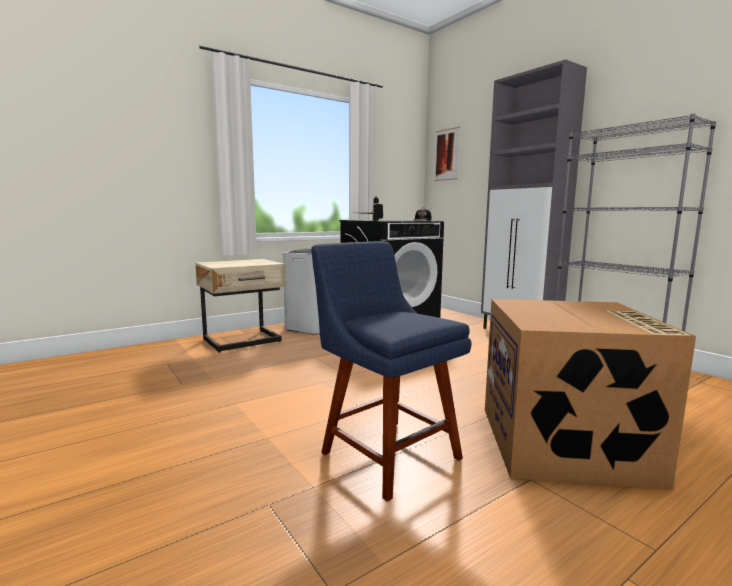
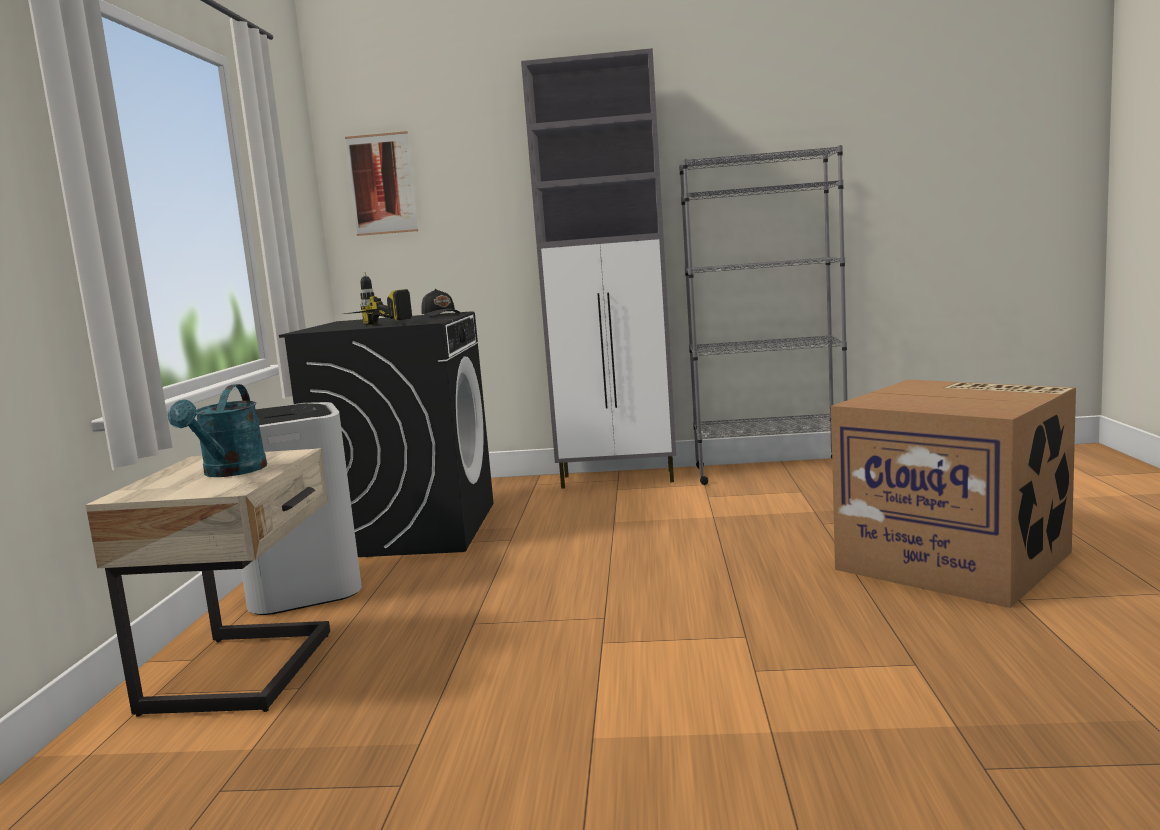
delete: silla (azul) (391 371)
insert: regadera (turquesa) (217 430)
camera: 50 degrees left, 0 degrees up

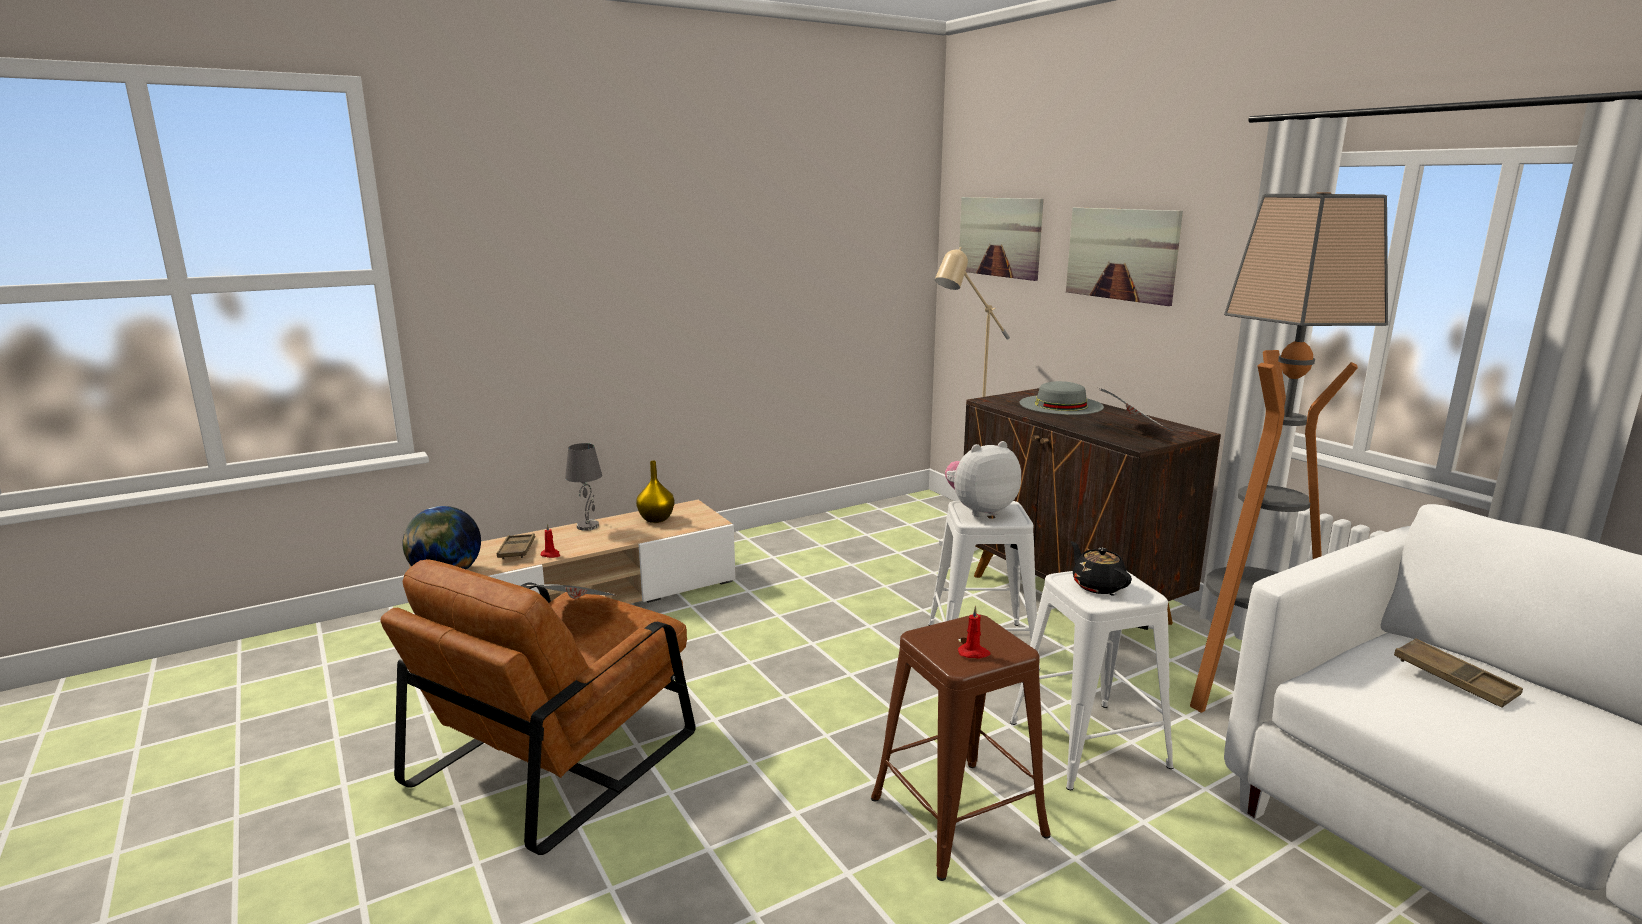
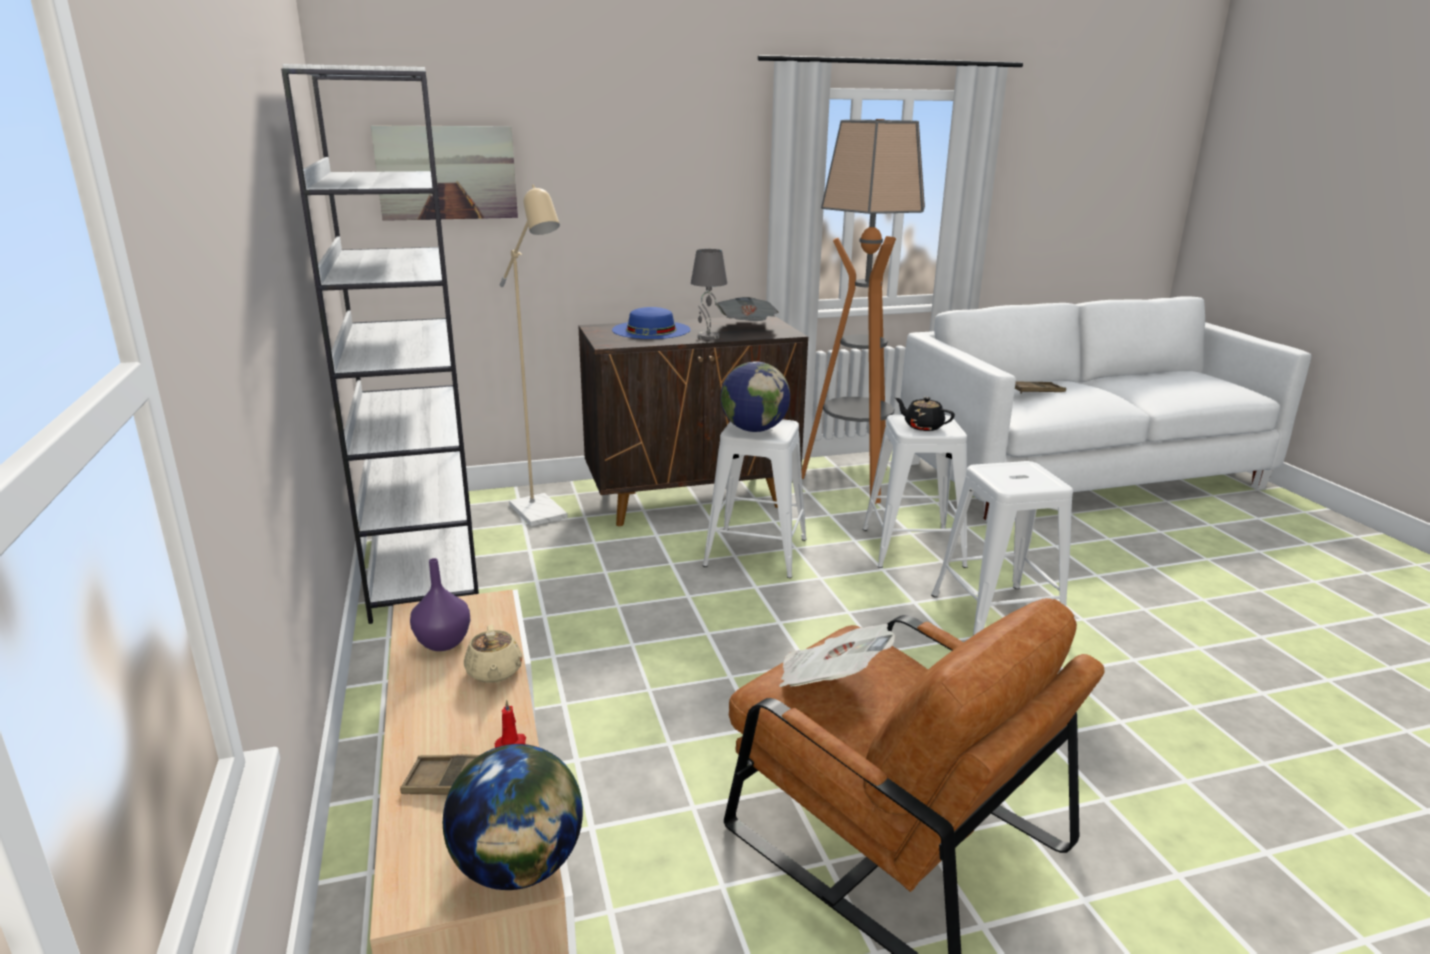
delete: cuadro (1124 256); vela (rojo) (974 632)
insert: estantería (blanco) (380 344); tetera (beis) (493 654)
move: lámpara de mesa (gris) (583 487) to (709 294)
replace: peluche (983 479) to globo terráqueo (755 396)
recolor: sombrero (gris) (1062 398) to sombrero (azul) (651 323); florero (amarillo) (655 492) to florero (morado) (440 604); taburete (marrón) (960 747) to taburete (blanco) (1002 548)
rotate: tetera (negro) (1101 567) = (925 414) 45 degrees clockwise
camera: 75 degrees left, 5 degrees up

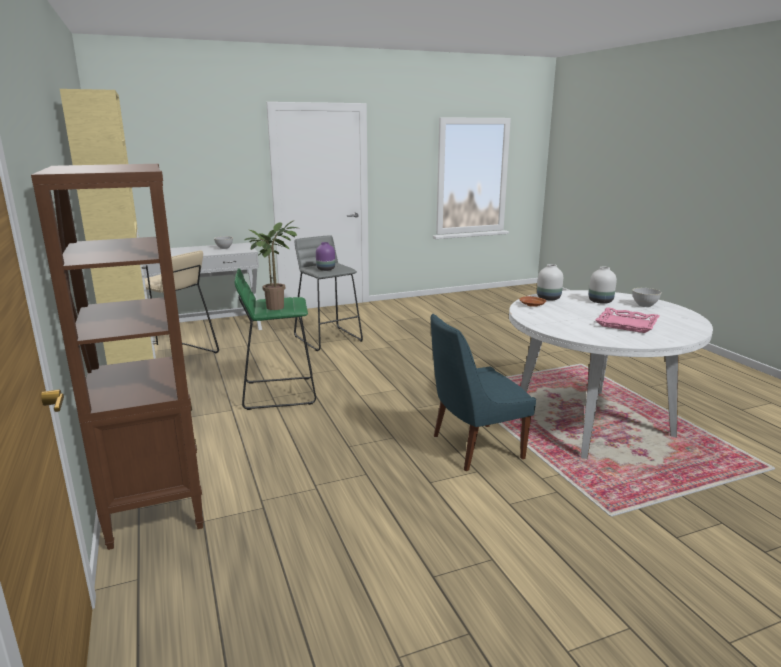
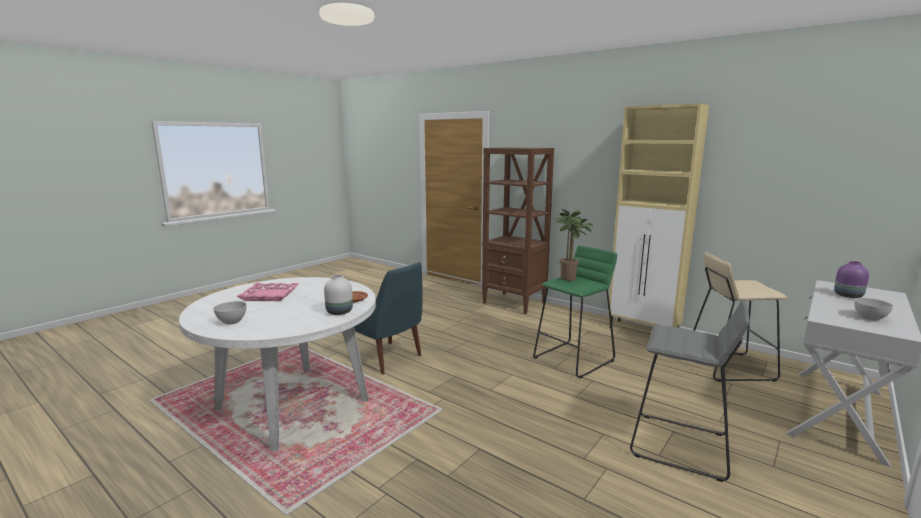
delete: florero (blanco) (603 285)
move: florero (morado) (325 256) to (851 279)
rotate: silla (azul) (483 392) = (388 318) 90 degrees clockwise
camera: 150 degrees right, 5 degrees down

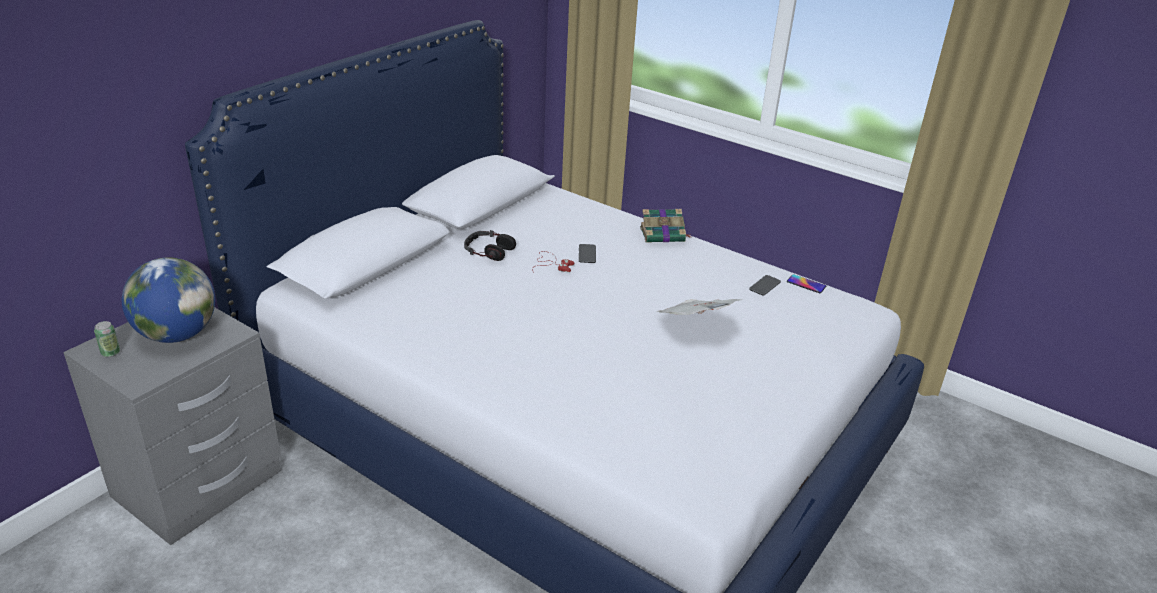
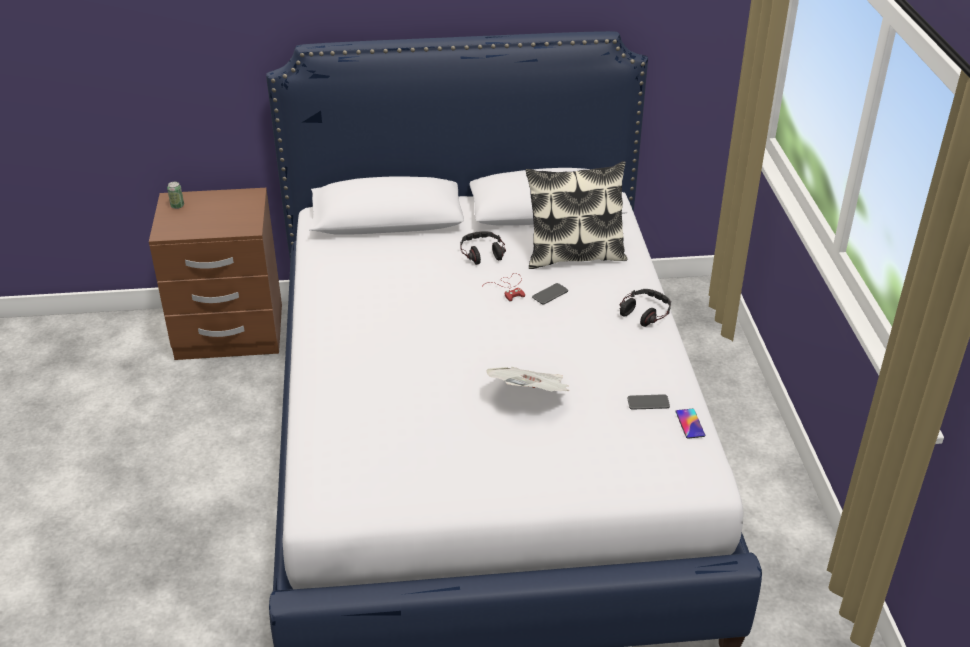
delete: globo terráqueo (168 300)
insert: cojín (576 215)
replace: libro (665 226) to auriculares (645 308)
recolor: mesita de noche (gris) (172 426) to mesita de noche (marrón) (215 274)
camera: 50 degrees right, 5 degrees up

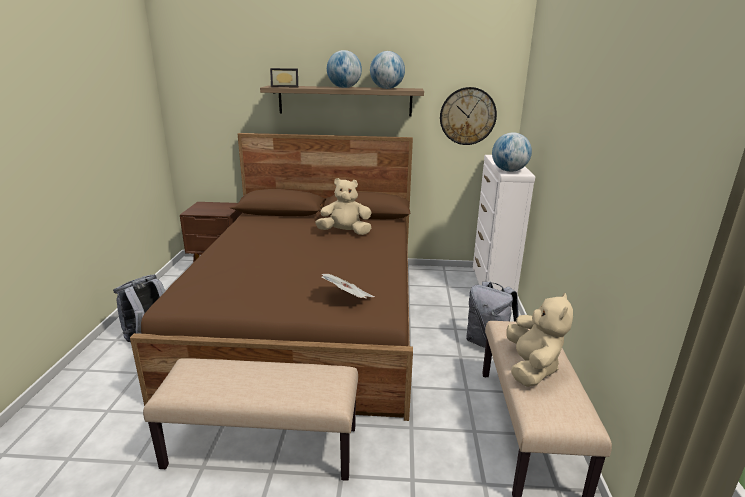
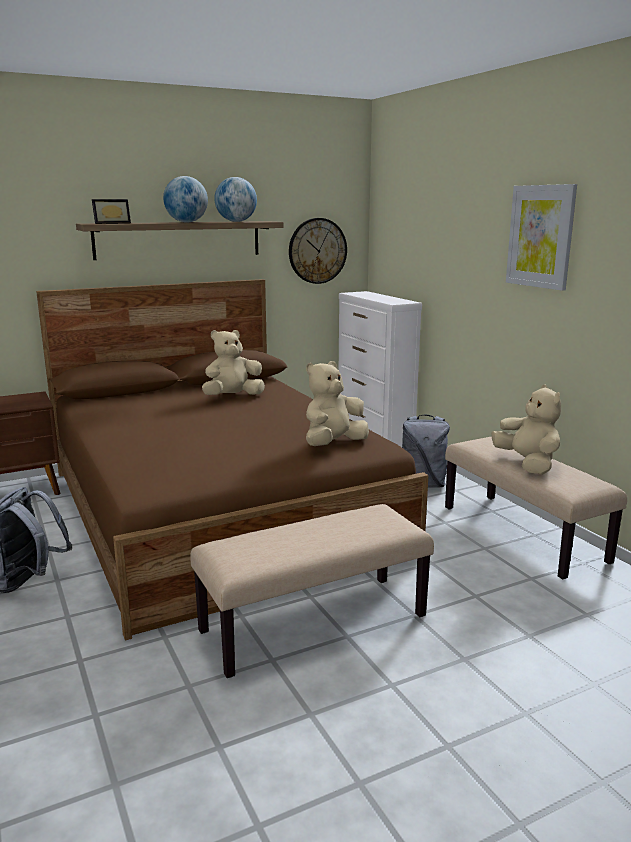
delete: globo terráqueo (512 152)
insert: cuadro (541 237)
replace: periódico (348 286) to peluche (beis) (337 403)
camera: 30 degrees left, 5 degrees down

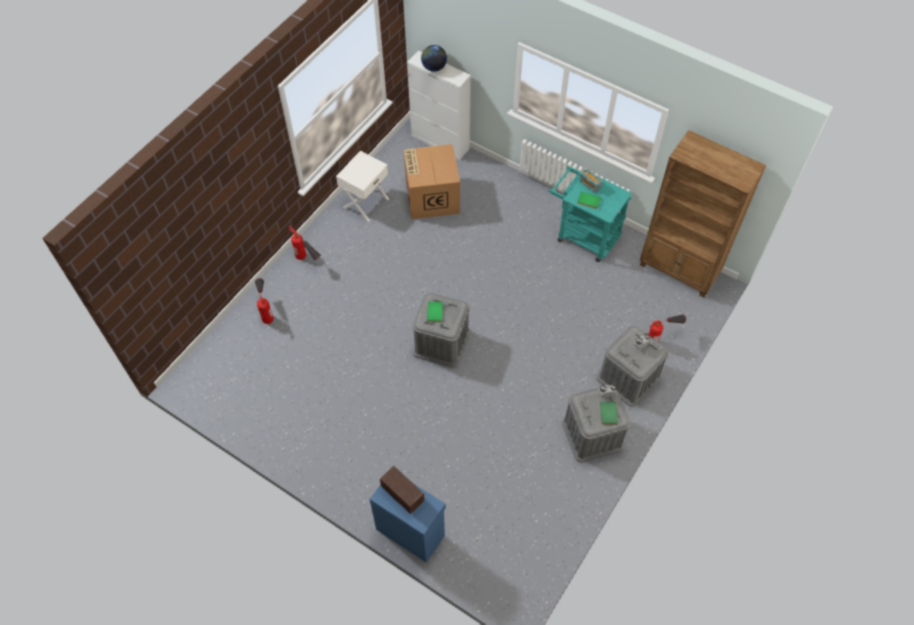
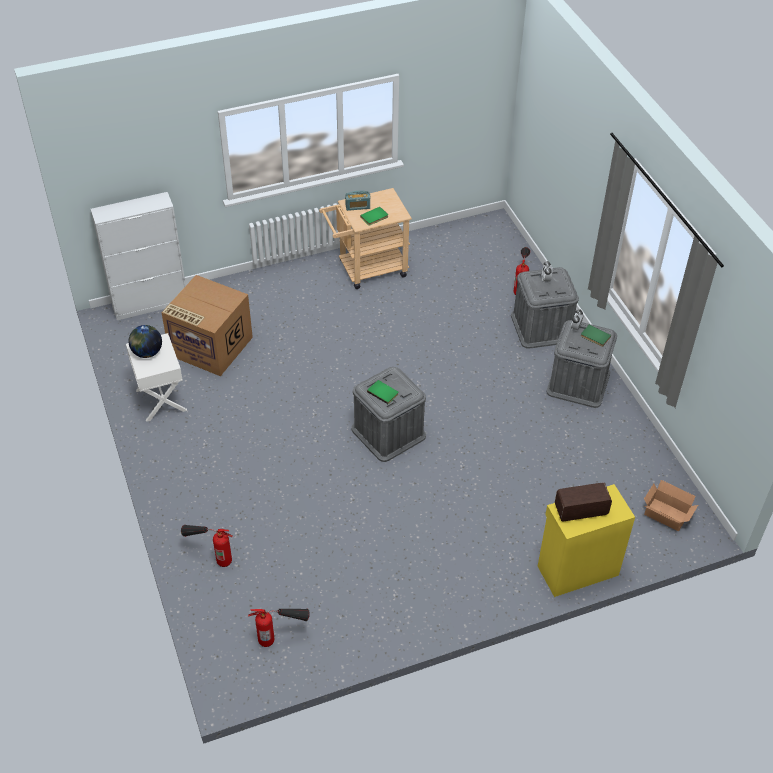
delete: estantería (marrón) (703 214)
insert: caja de cartón (671 505)
move: globo terráqueo (434 58) to (145 341); extintor (304 243) to (279 628)
recolor: carrito (turquesa) (590 214) to carrito (beis) (365 238); armario (azul) (407 523) to armario (amarillo) (586 540)
camera: 55 degrees left, 10 degrees down

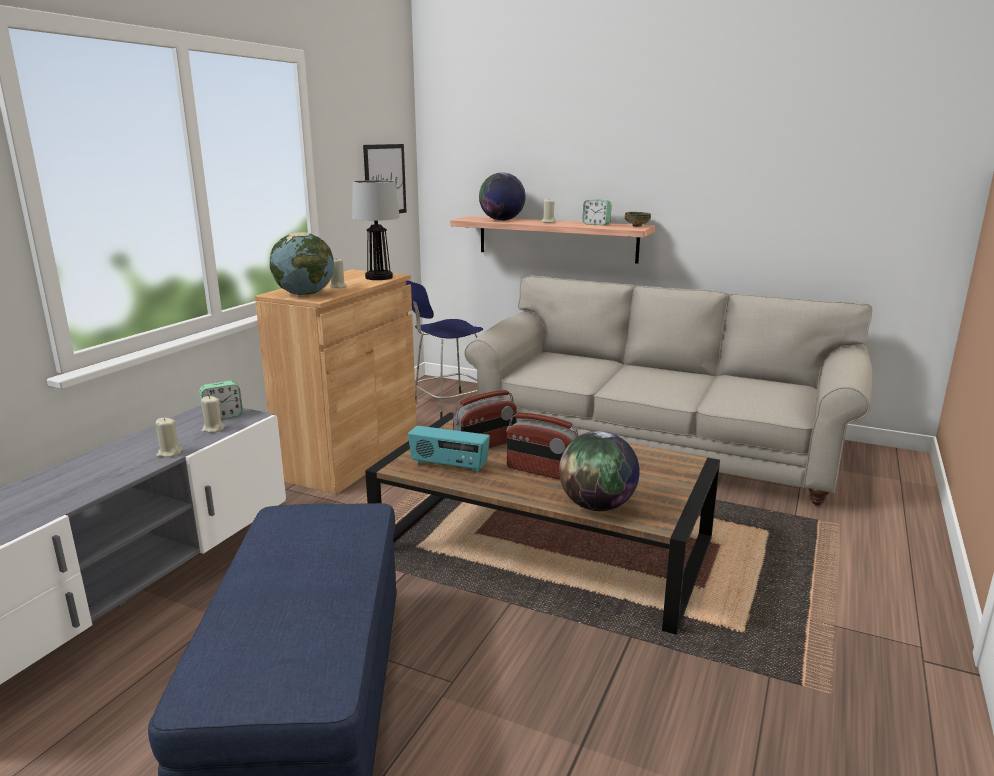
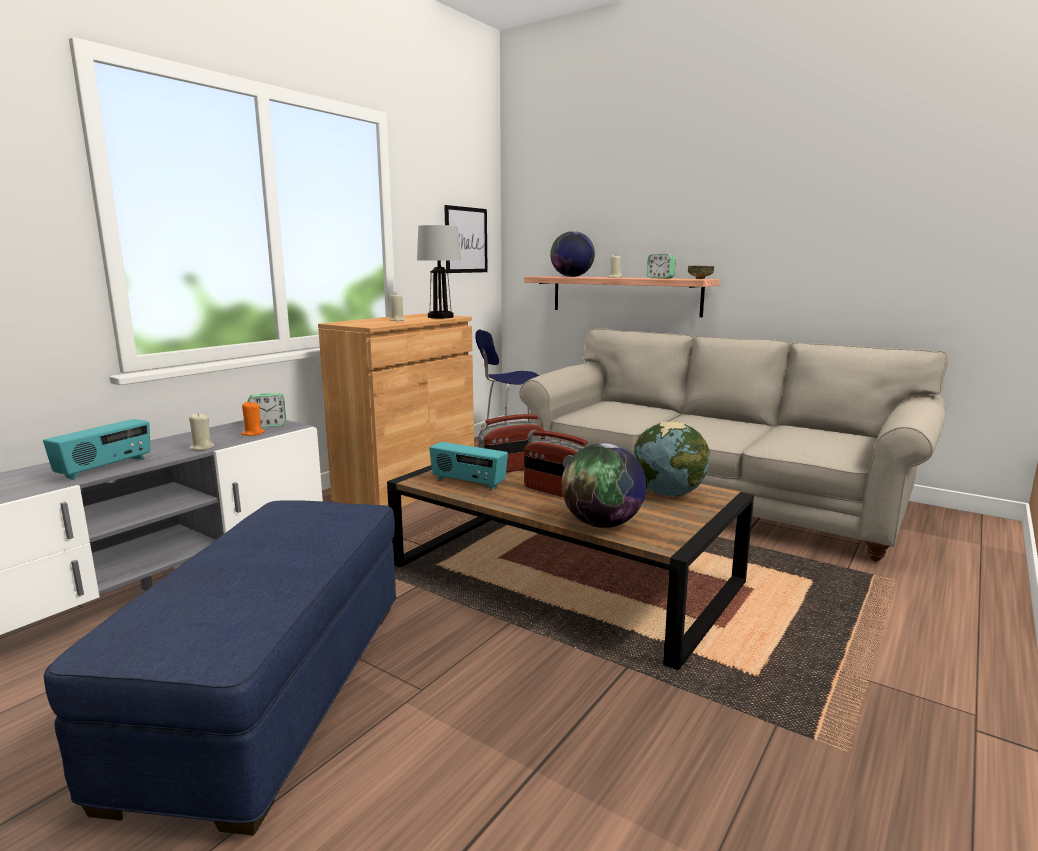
insert: radio (96 449)
move: globo terráqueo (302 264) to (671 459)
recolor: vela (beis) (213 414) to vela (naranja) (252 419)
camera: 10 degrees right, 5 degrees down

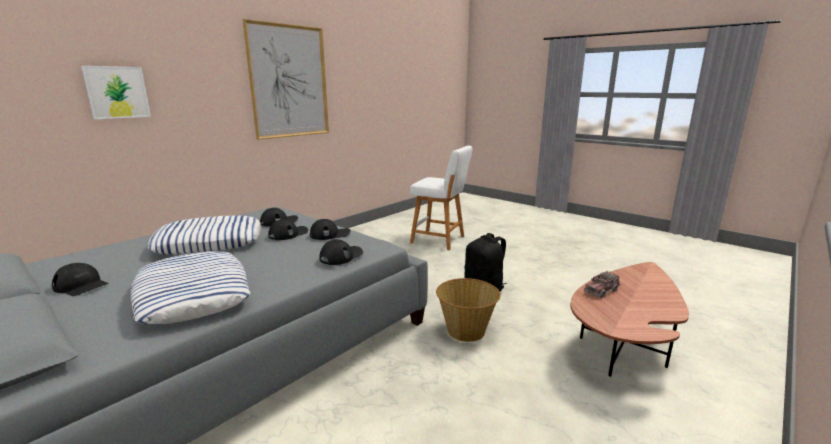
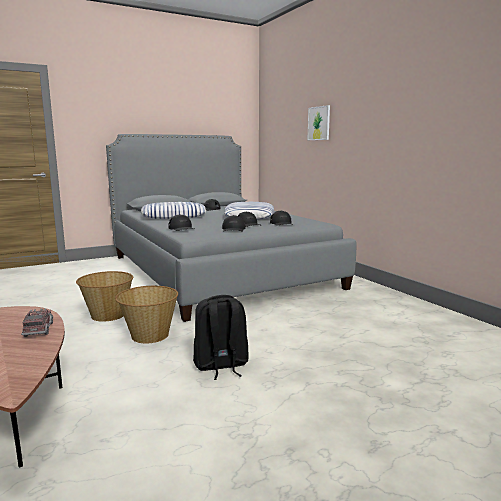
delete: cuadro (286 79); taburete (blanco) (441 198)
insert: cesta (104 296)
camera: 110 degrees right, 5 degrees down

